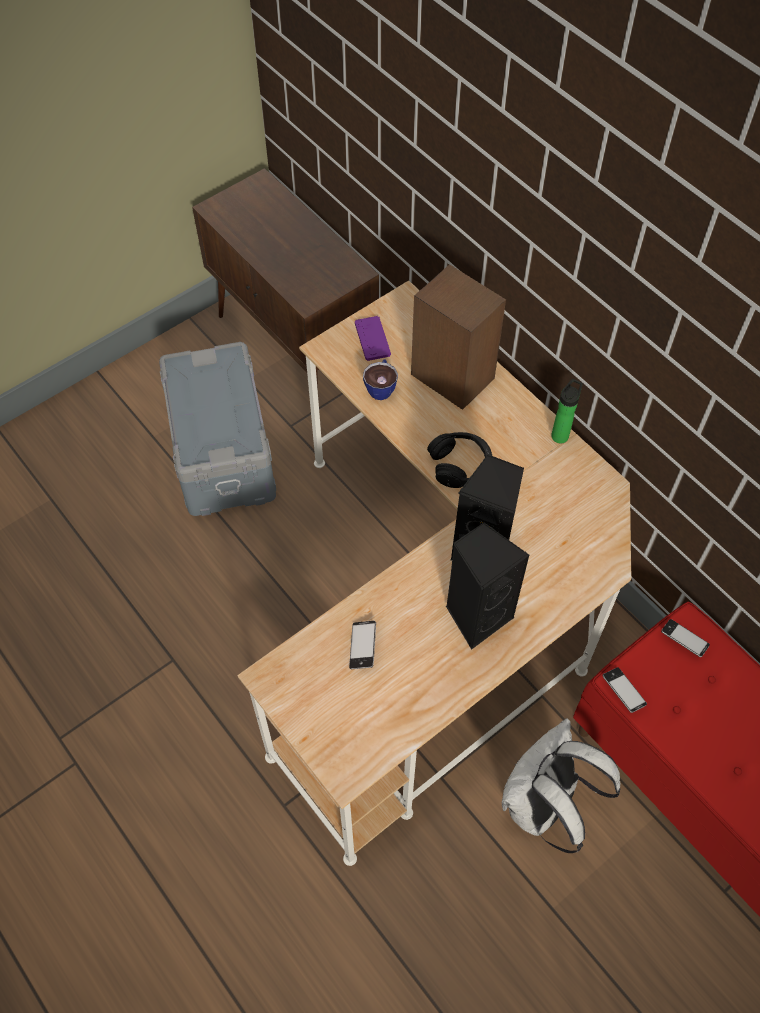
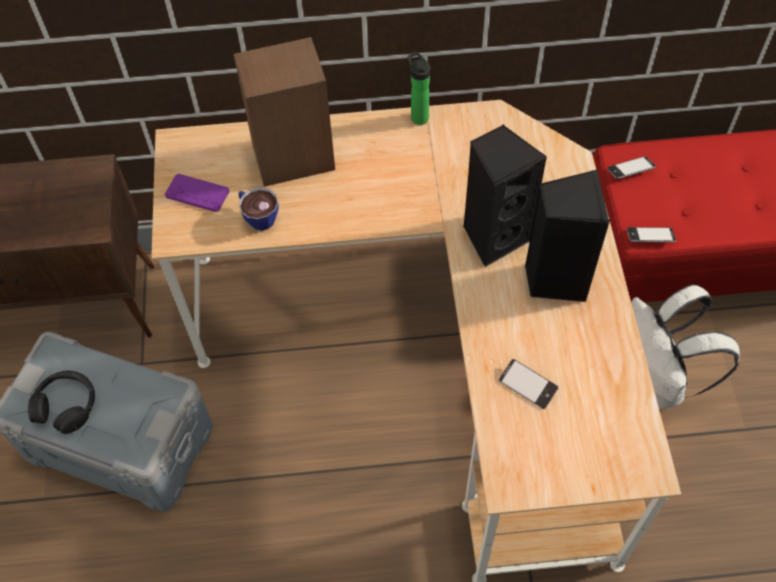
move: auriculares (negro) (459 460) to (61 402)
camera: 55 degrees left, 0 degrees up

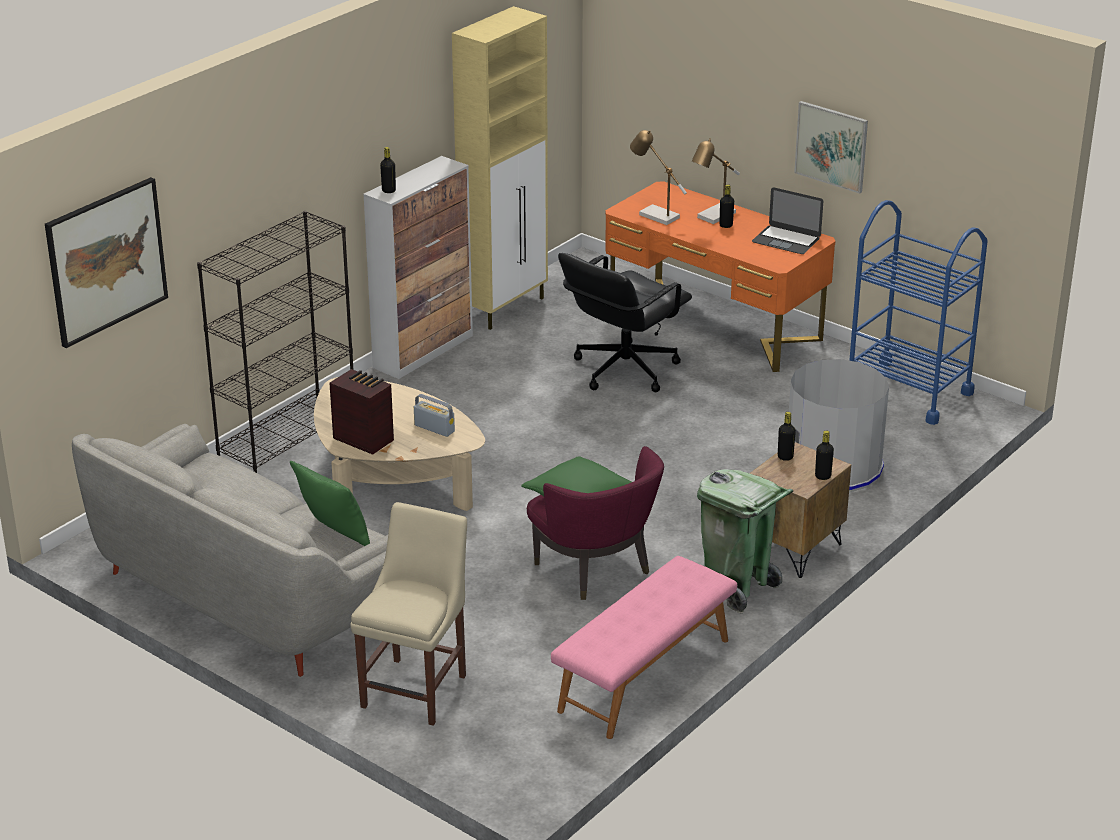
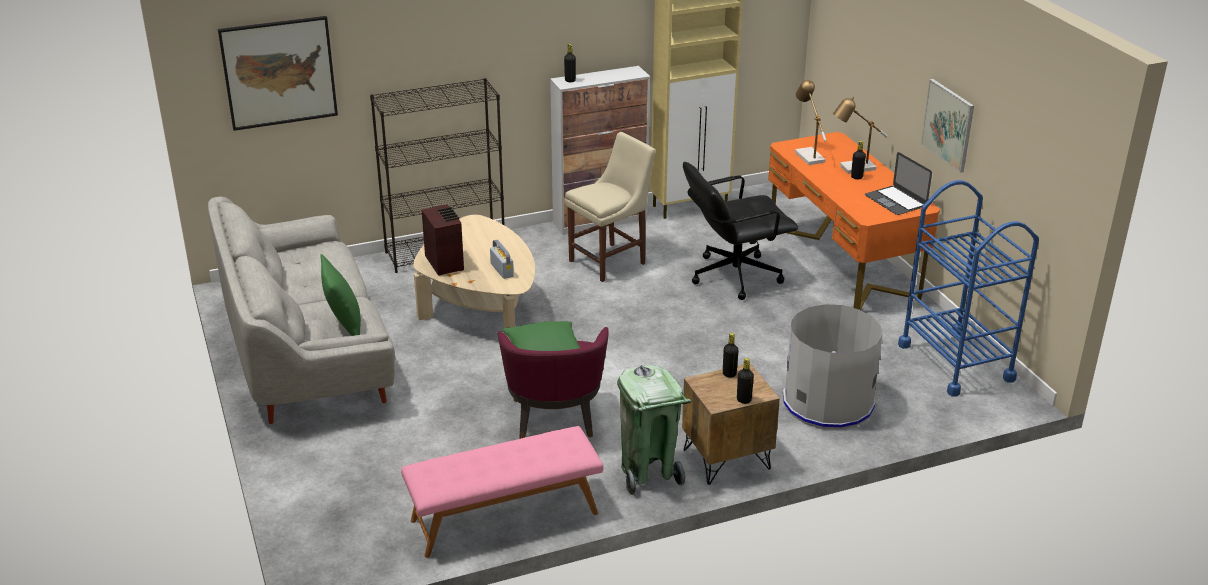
move: silla (beis) (408 614) to (610 207)
camera: 30 degrees right, 0 degrees up

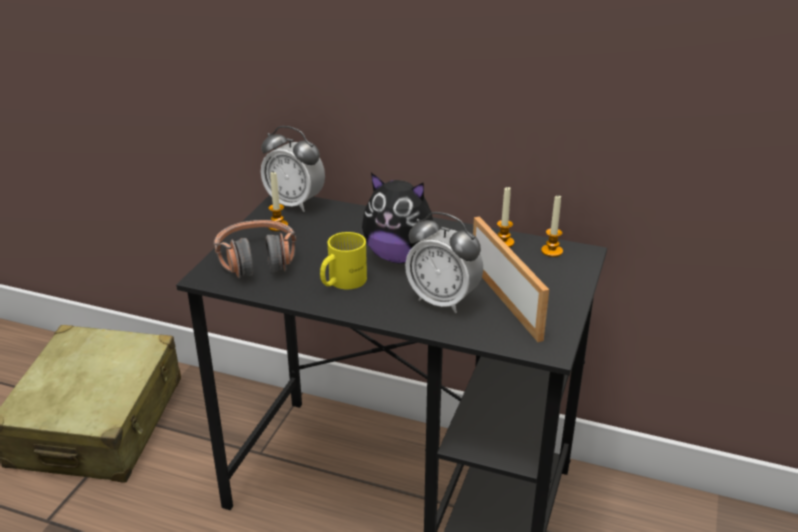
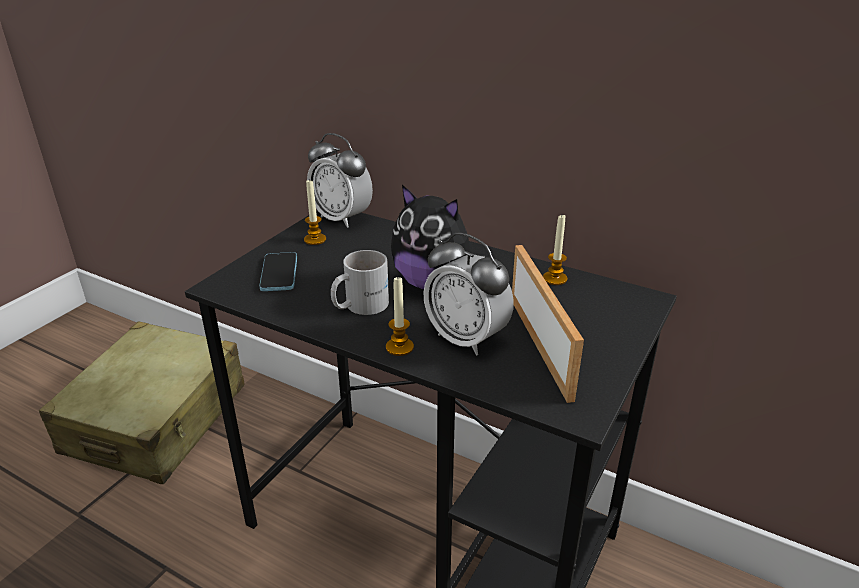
move: vela (552 226) to (400 316)
replace: auriculares (255 249) to móvil (278 271)
recolor: taza grande (amarillo) (343 260) to taza grande (blanco) (360 282)
camera: 10 degrees right, 0 degrees up

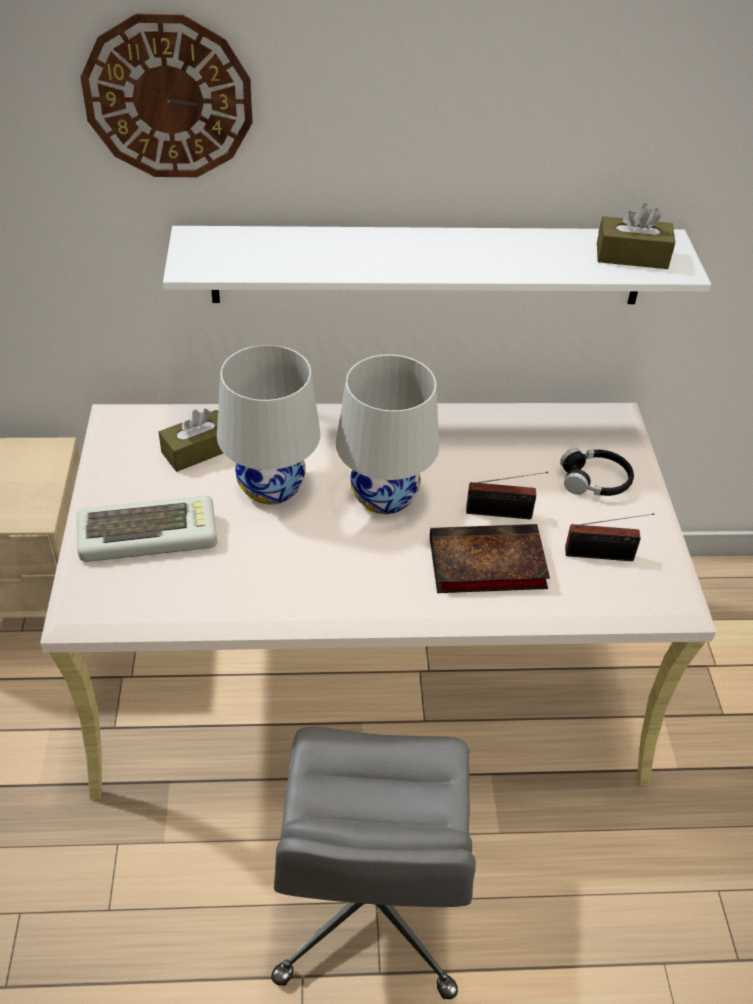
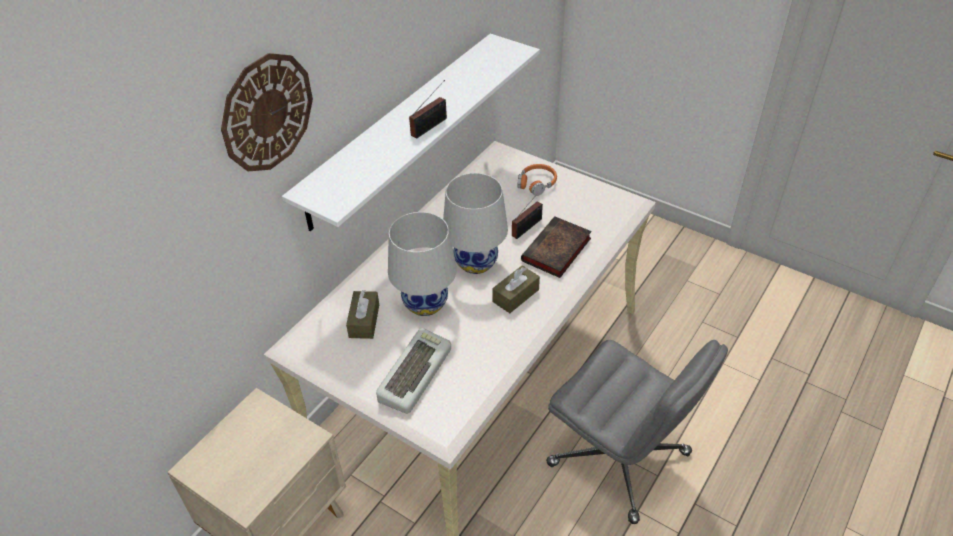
move: caja de pañuelos (marrón) (636 236) to (516 289); radio (609 537) to (428 109)
recolor: auriculares (negro) (597 472) to auriculares (naranja) (537 180)
camera: 50 degrees left, 0 degrees up

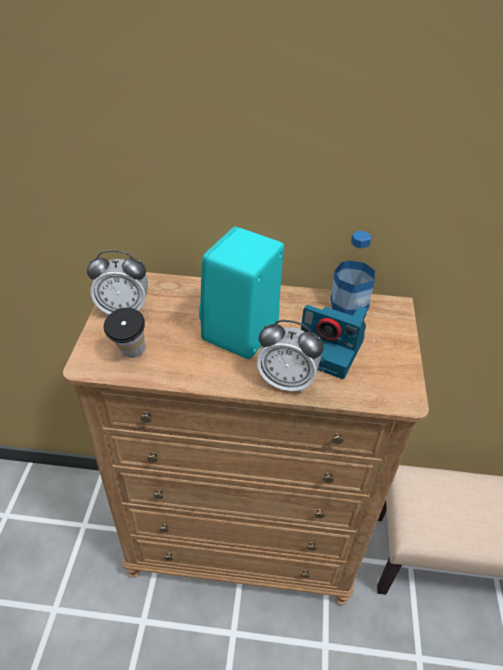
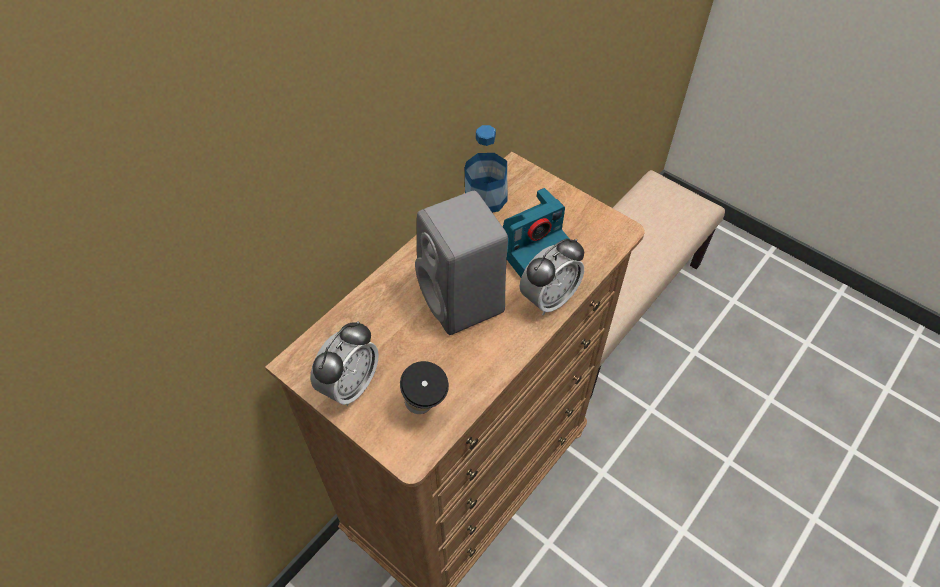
recolor: altavoz (turquesa) (241 293) to altavoz (gris) (461 263)
camera: 55 degrees left, 10 degrees up

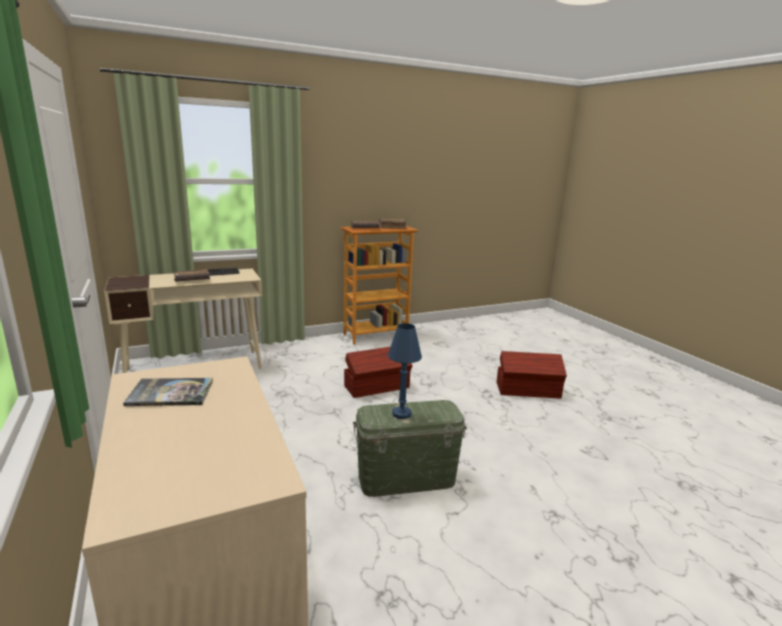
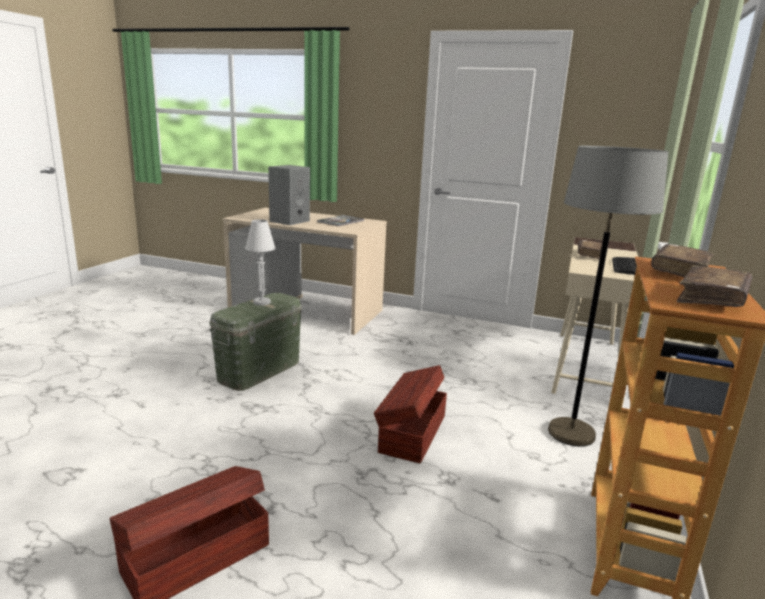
insert: lámpara de pie (gris) (608 296); altavoz (gris) (289 195)
recolor: lámpara de mesa (azul) (405 371) to lámpara de mesa (blanco) (260 262)
camera: 135 degrees right, 0 degrees up

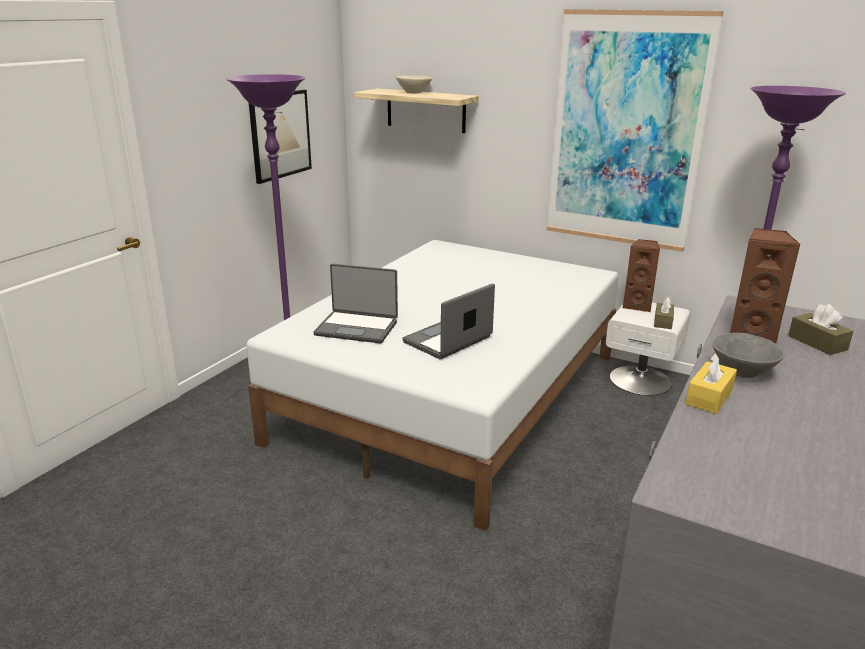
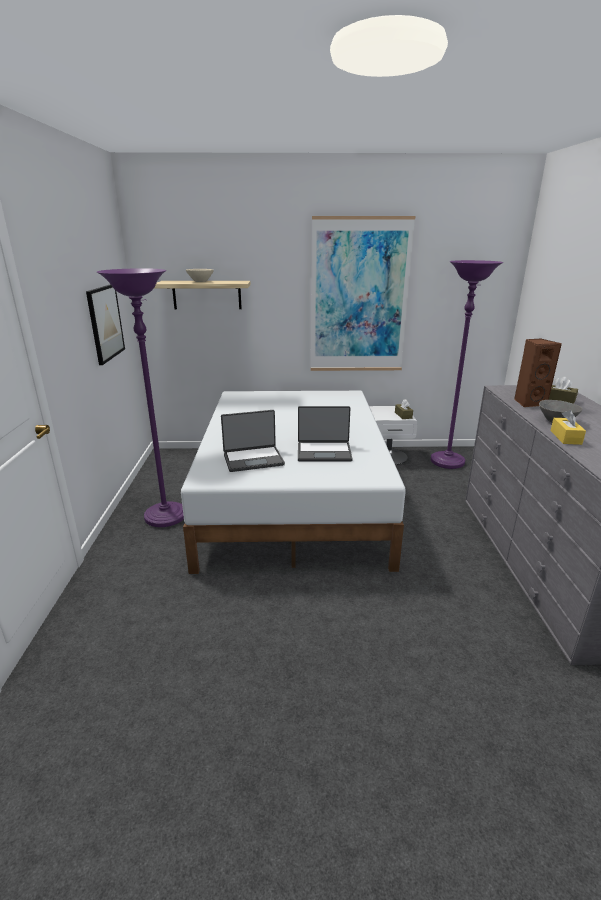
delete: altavoz (marrón) (641 275)
rotate: portátil (448 321) = (325 433) 105 degrees counterclockwise
camera: 30 degrees left, 0 degrees up

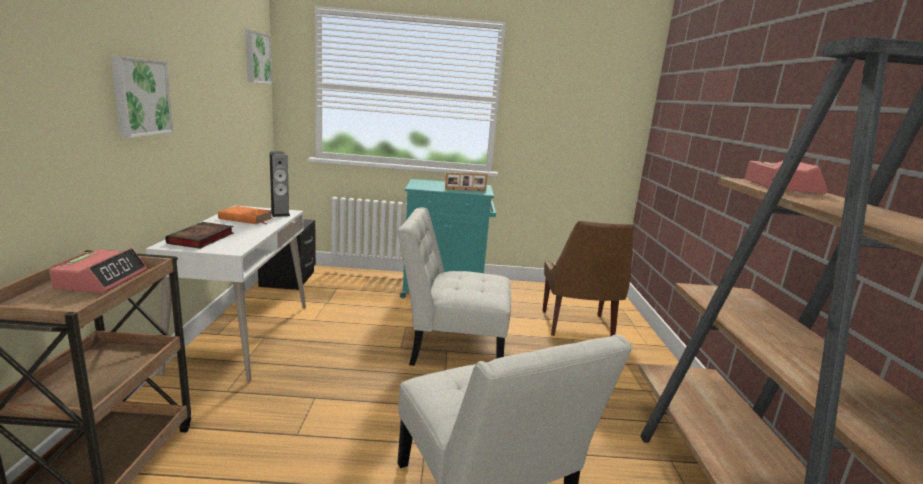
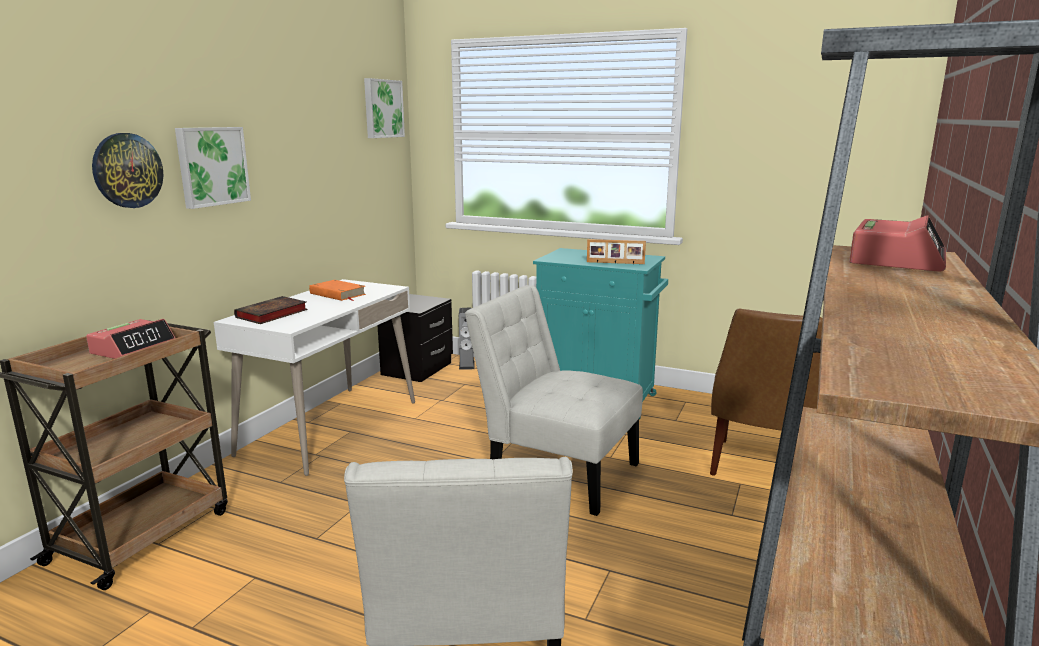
insert: reloj de pared (127 170)
move: altavoz (280 184) to (467 339)
camera: 25 degrees right, 0 degrees up

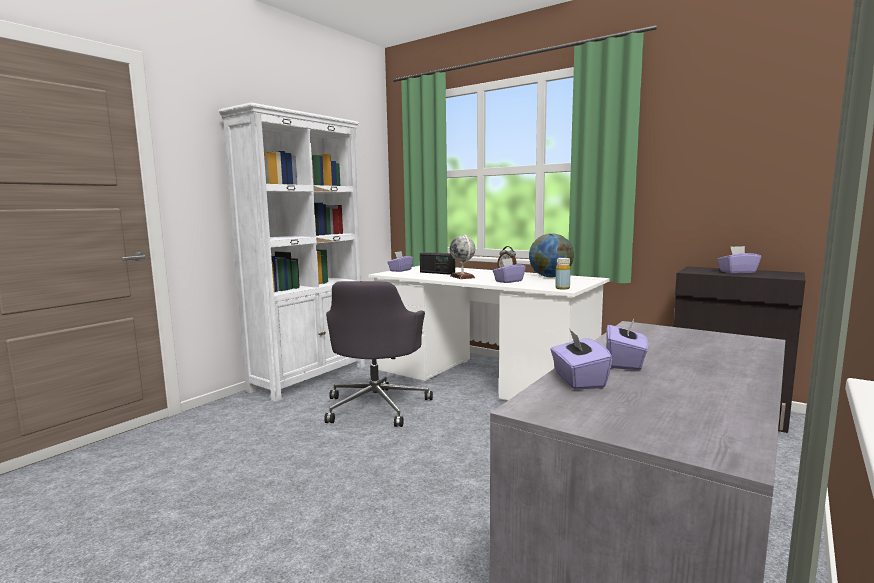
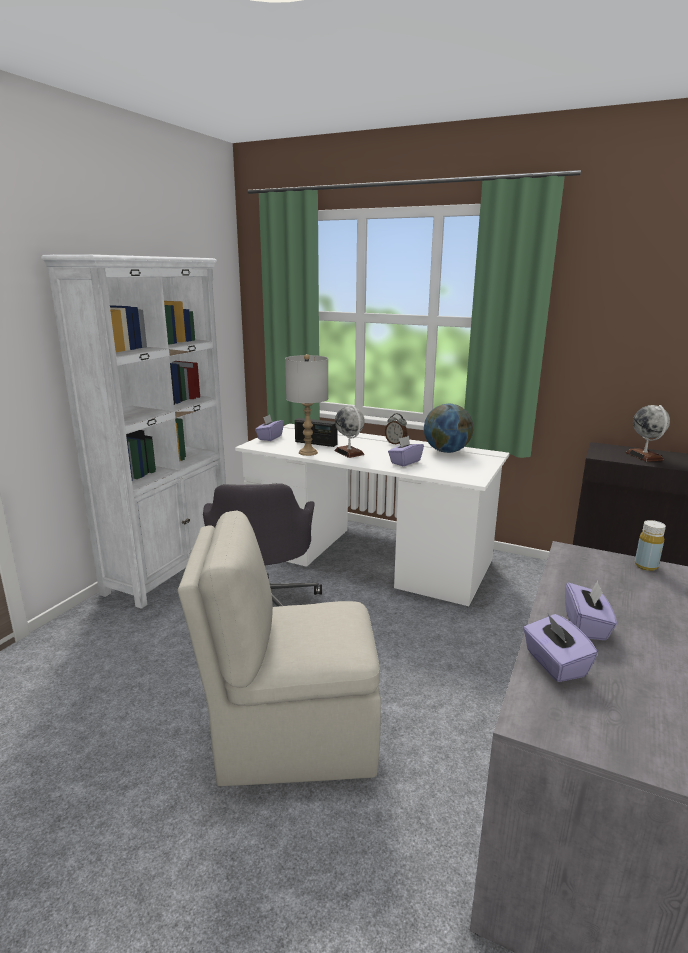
insert: lámpara de mesa (gris) (306 405); silla (beis) (279 648)
move: botella (amarillo) (563 274) to (650 545)
replace: caja de pañuelos (morado) (739 259) to globo terráqueo (648 433)
camera: 10 degrees left, 10 degrees up

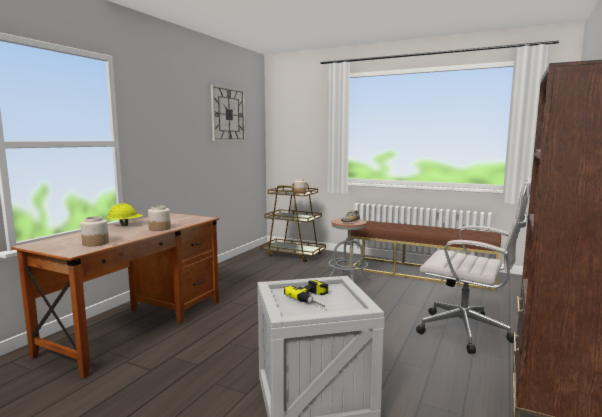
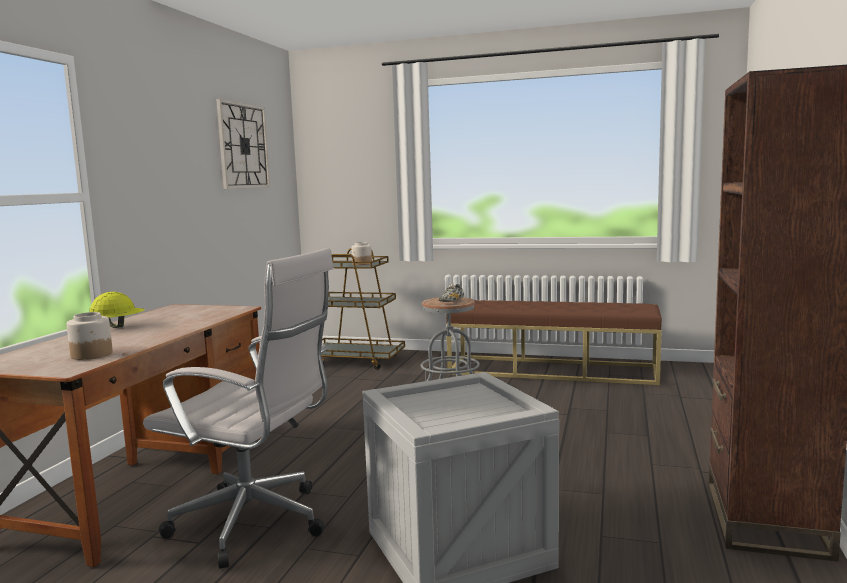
delete: tarro (159 218); taladro (306 293)
move: silla de oficina (blanco) (473 265) to (238 408)
camera: 10 degrees left, 0 degrees up

